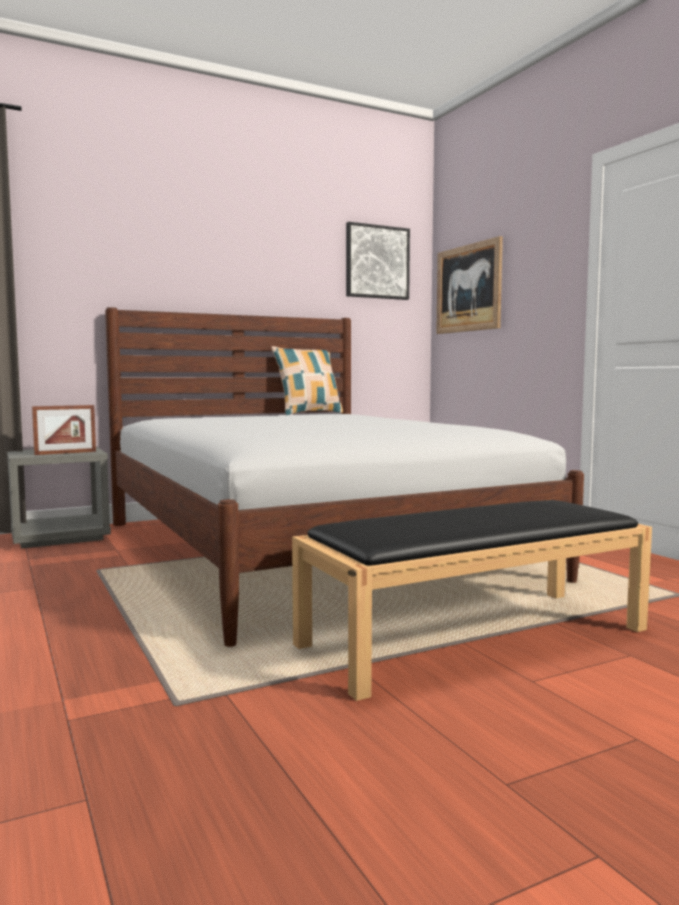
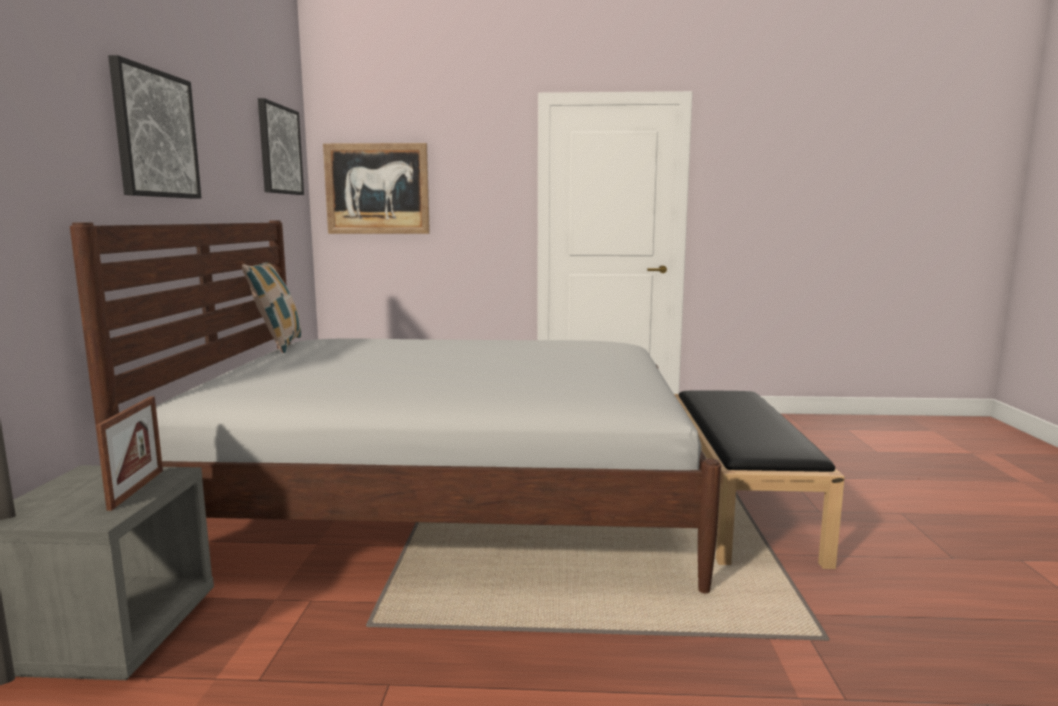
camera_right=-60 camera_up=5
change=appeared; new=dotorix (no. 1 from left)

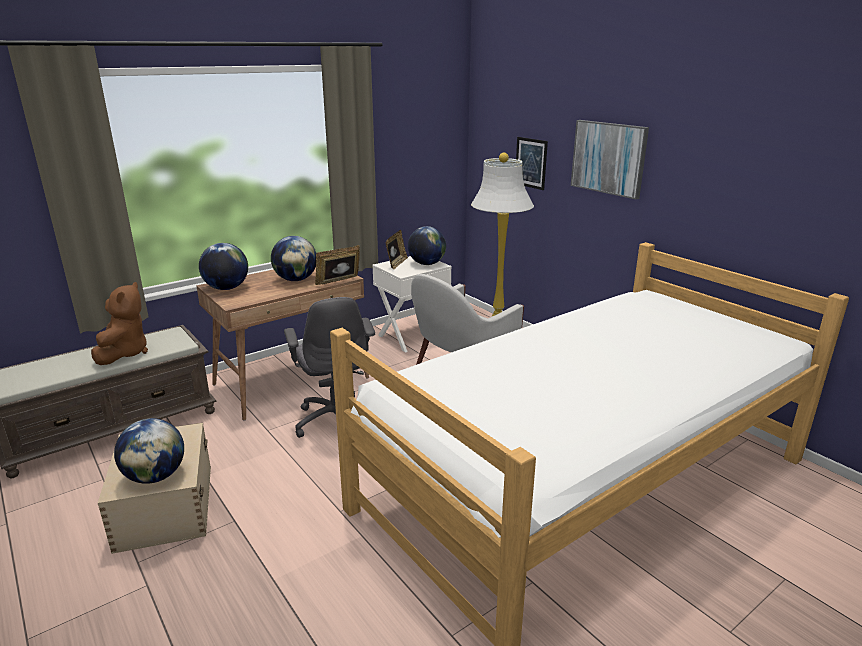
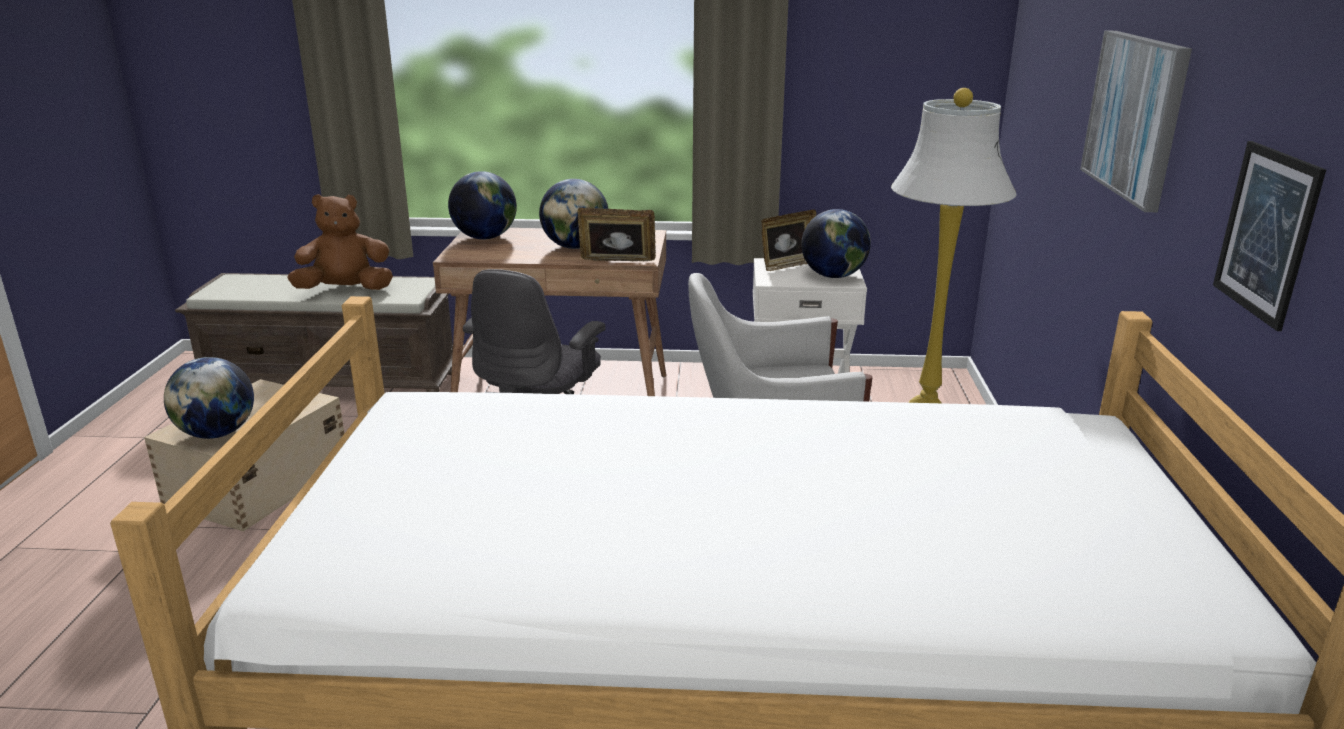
camera_right=40 camera_up=0
change=spun; old=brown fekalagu; degrees=-150
change=relocated; old=dotorix (no. 1 from left in the first image); new=dotorix (no. 2 from left)

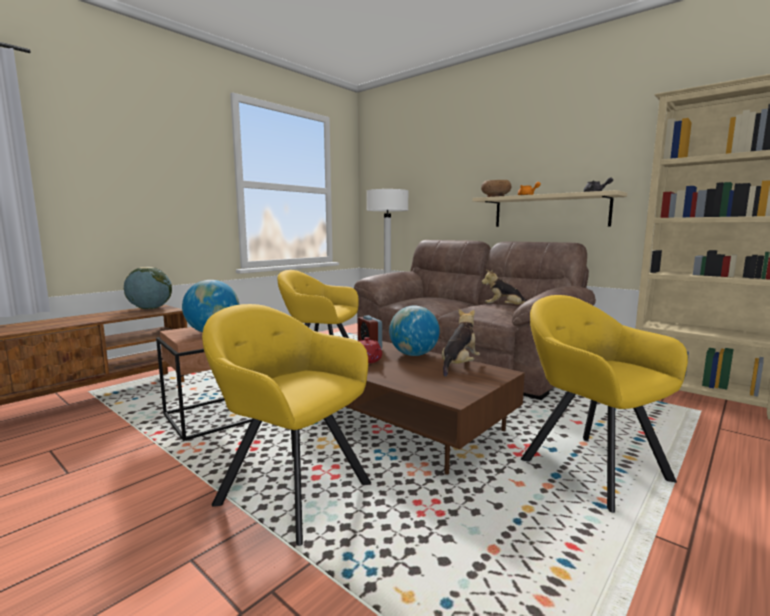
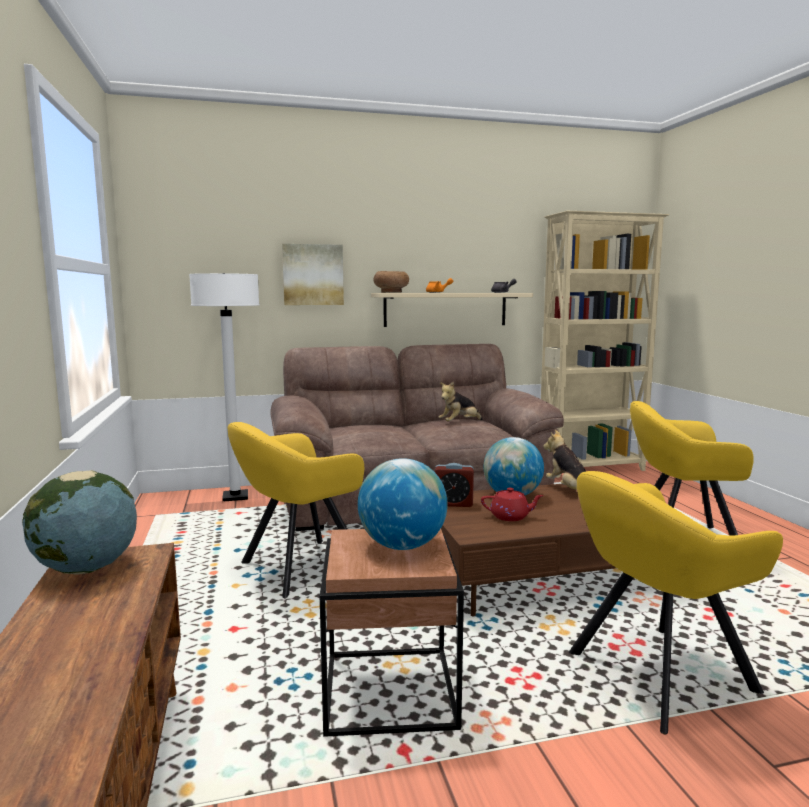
camera_right=-55 camera_up=0
change=appeared; new=dotorix

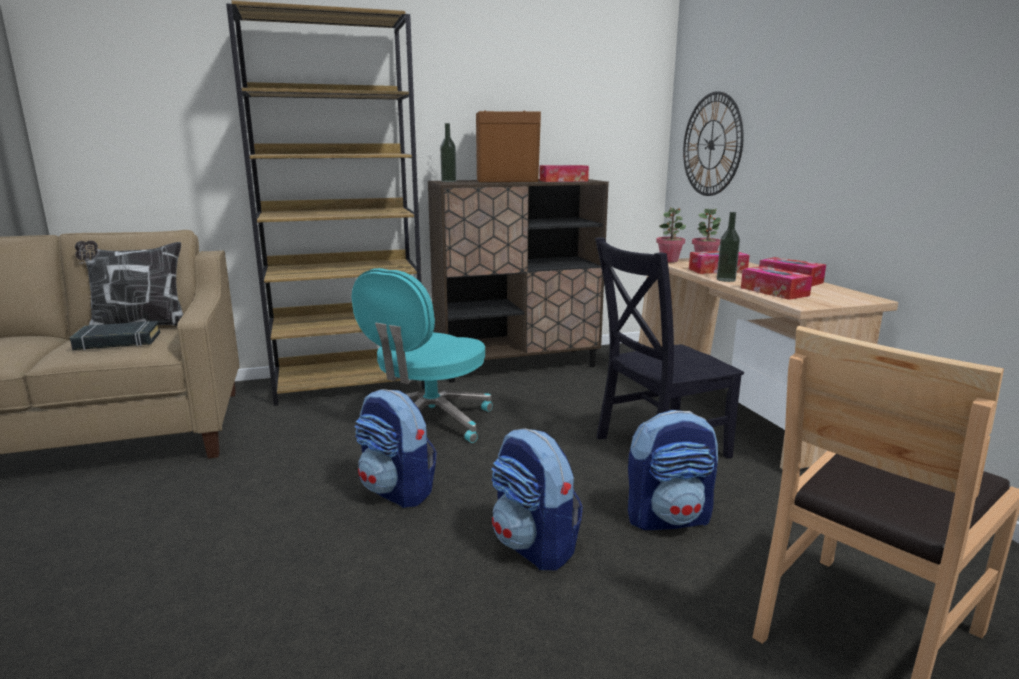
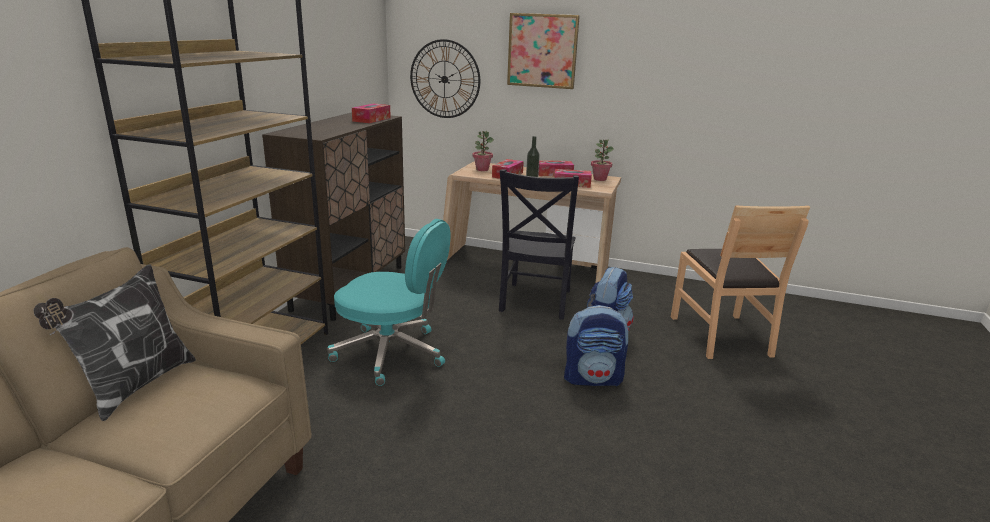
camera_right=-55 camera_up=5
change=spun; old=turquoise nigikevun; degrees=-45
change=appeared; new=dotorix
change=relocated; old=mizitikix (no. 1 from left in the first image); new=mizitikix (no. 2 from left)
change=missing; old=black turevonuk
change=missing; old=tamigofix (no. 1 from left)
change=missing; old=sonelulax (no. 1 from left)
change=missing; old=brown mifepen

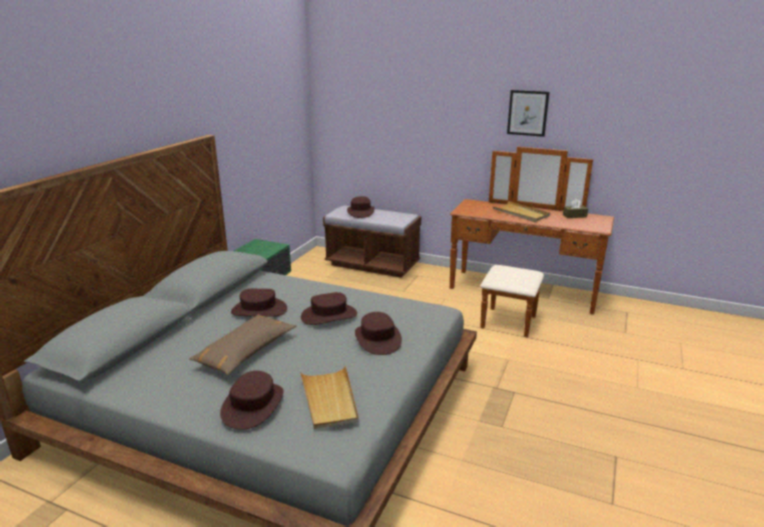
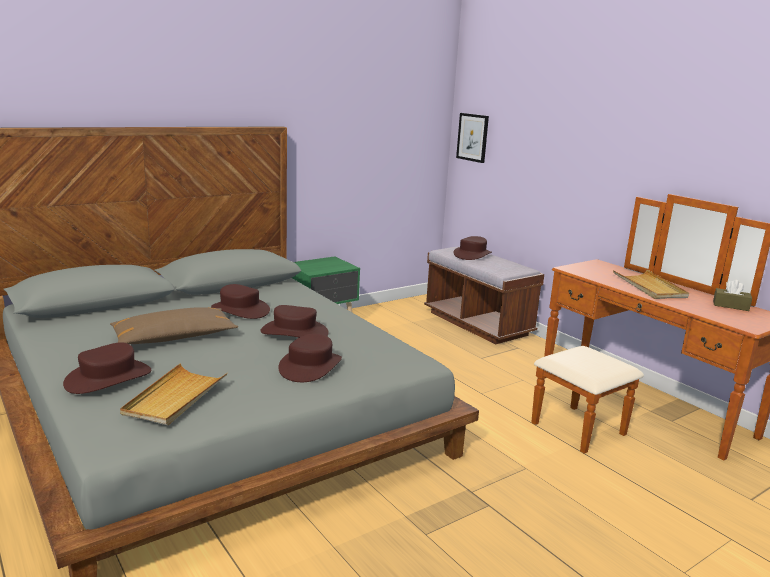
camera_right=30 camera_up=-5
change=relocated; old=dotorix

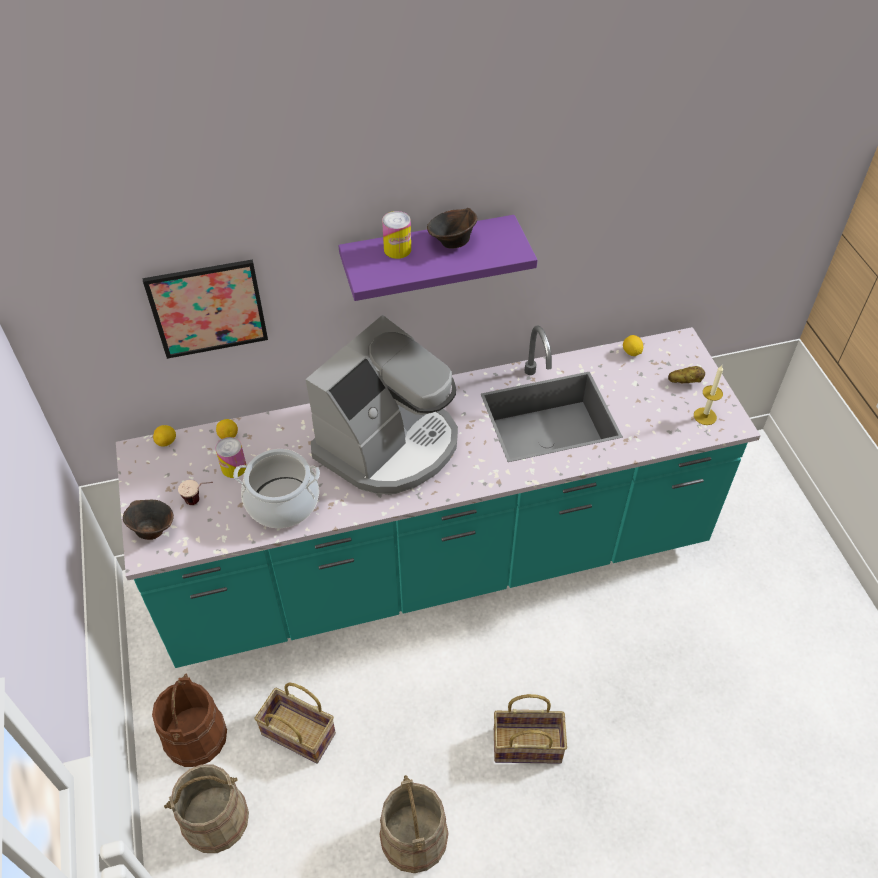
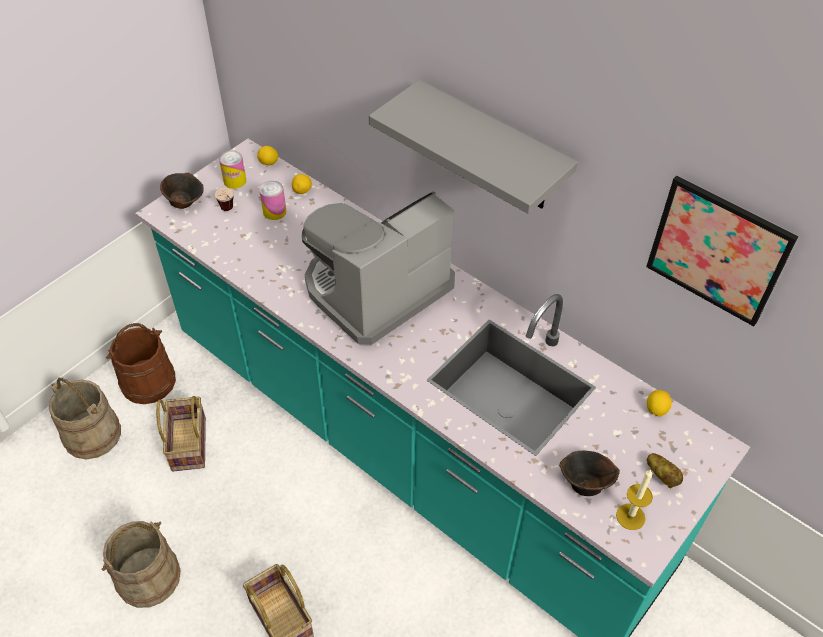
camera_right=55 camera_up=0
change=relocated; old=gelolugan (no. 2 from left in the first image); new=gelolugan (no. 1 from left)
change=spun; old=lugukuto; degrees=135
change=colour; old=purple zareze; new=grey zareze
change=relocated; old=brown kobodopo (no. 2 from left)
change=relocated; old=dotorix
change=missing; old=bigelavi

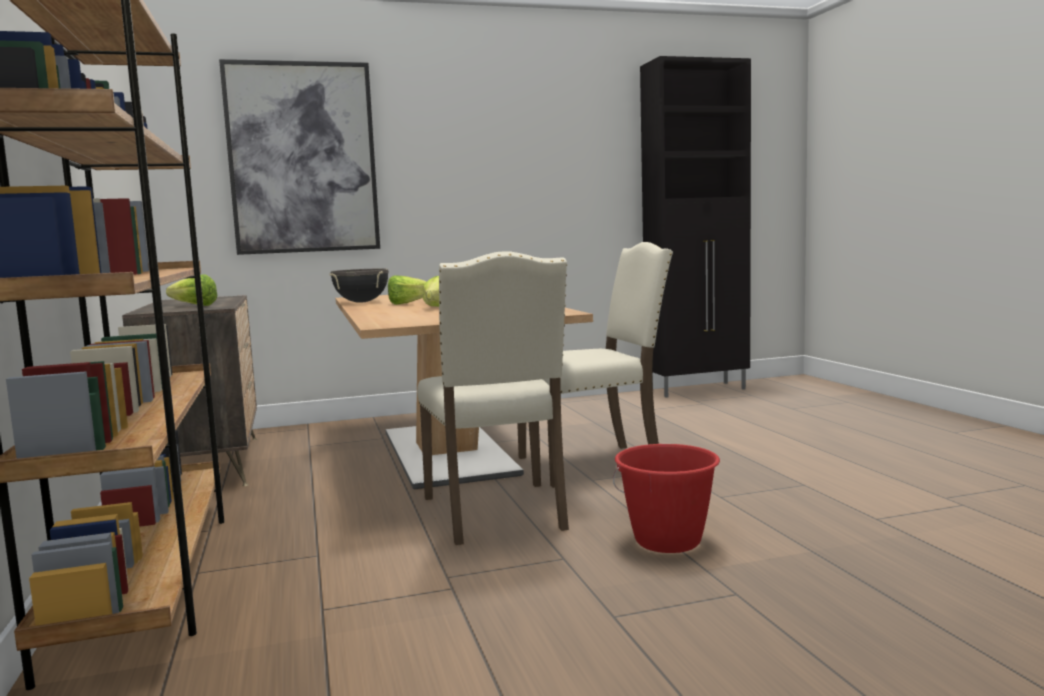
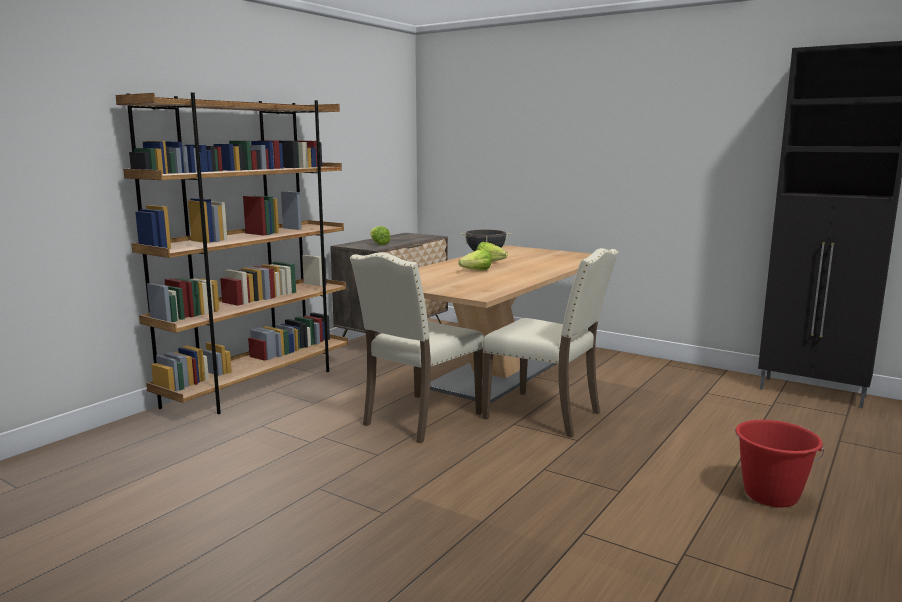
camera_right=50 camera_up=5
change=relocated; old=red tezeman
change=missing; old=dotorix

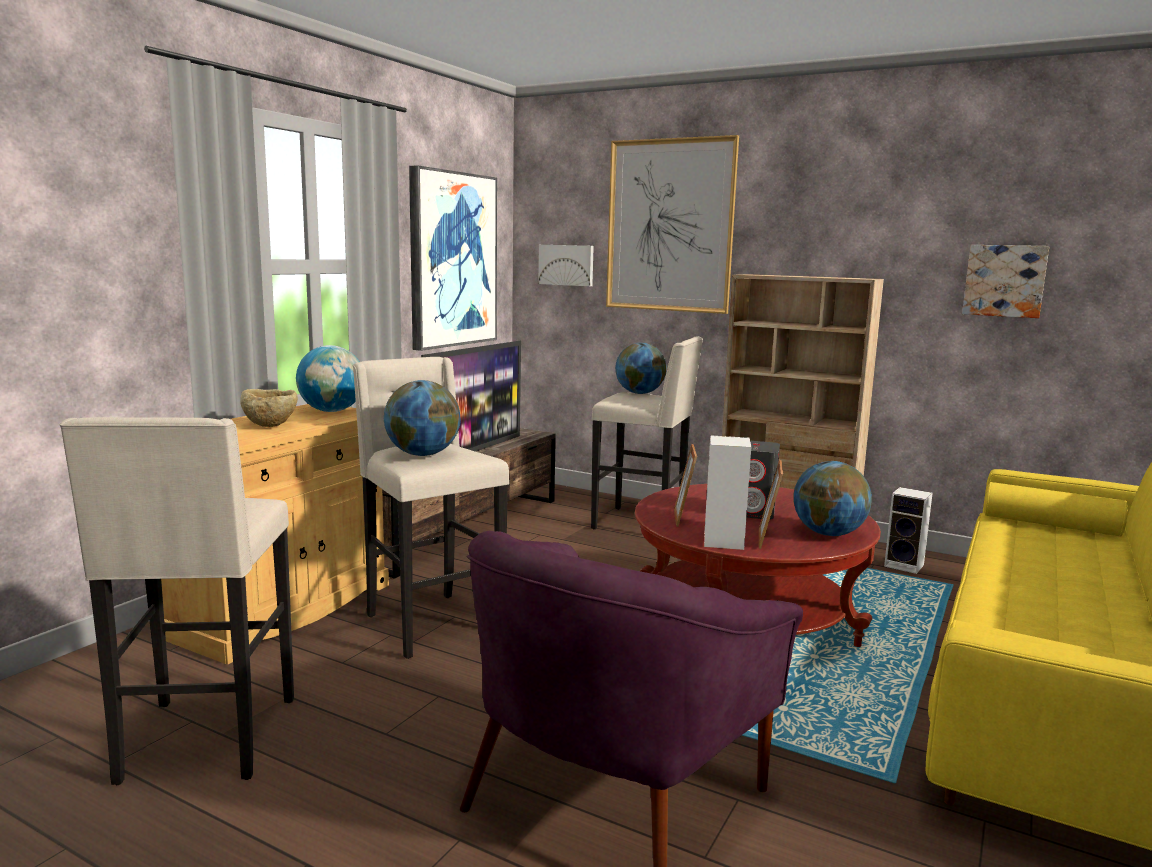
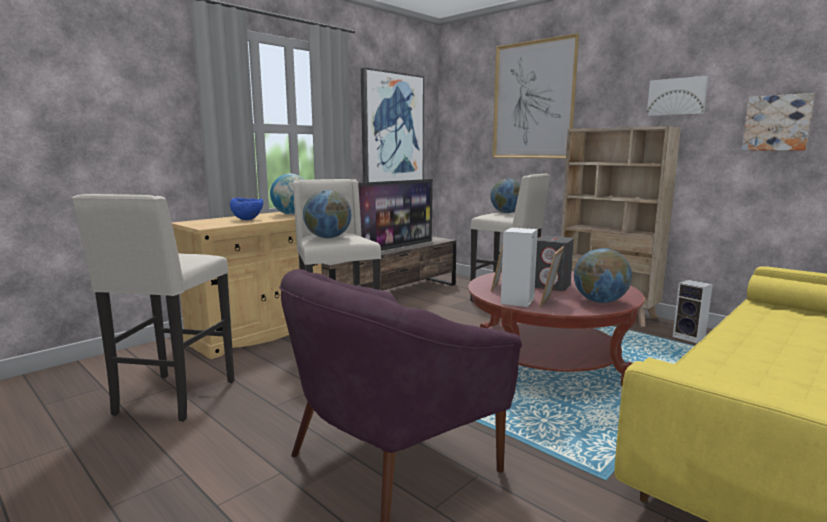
camera_right=15 camera_up=0
change=colour; old=beige kobodopo; new=blue kobodopo
change=relocated; old=dotorix (no. 2 from left in the first image); new=dotorix (no. 3 from left)

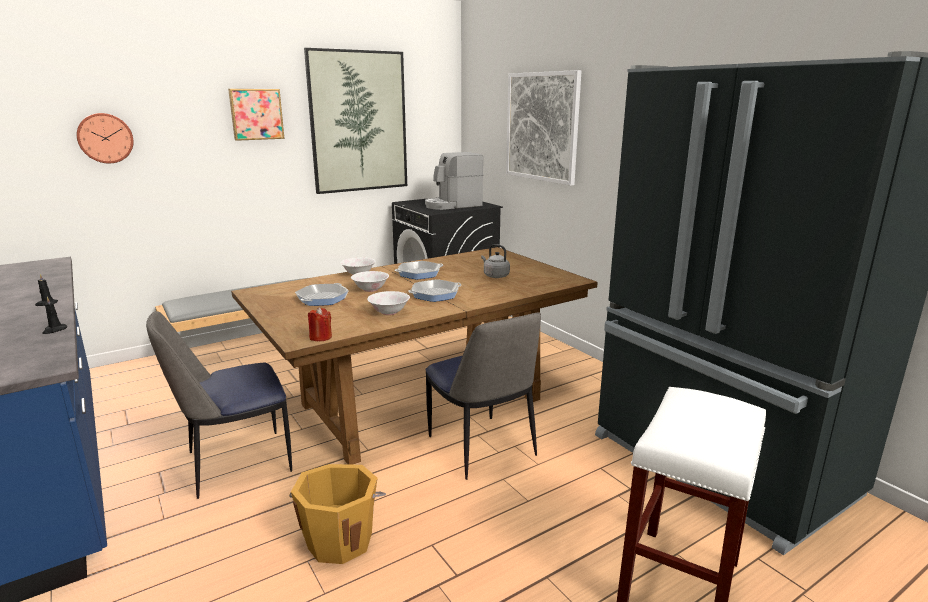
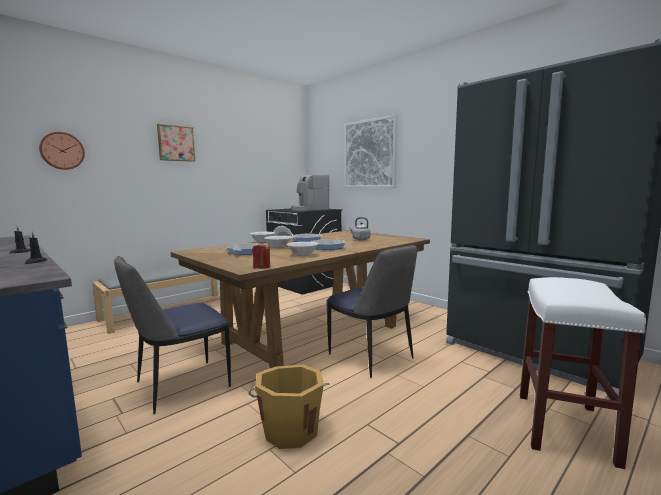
camera_right=-10 camera_up=-10
change=missing; old=dotorix (no. 2 from left)

